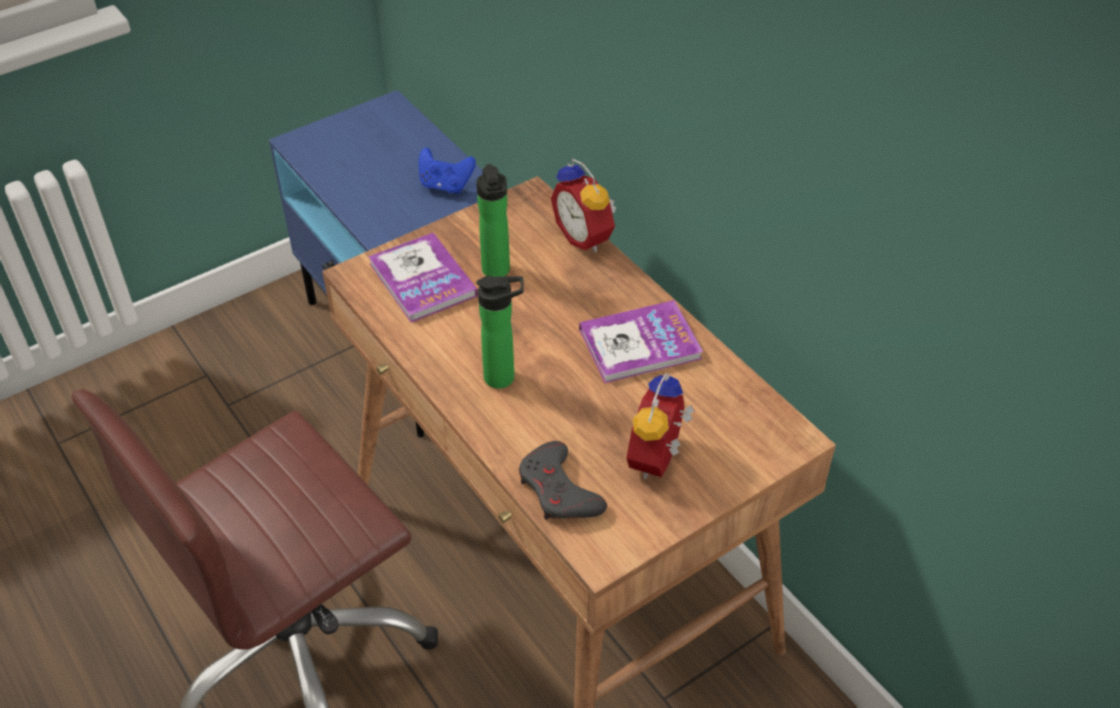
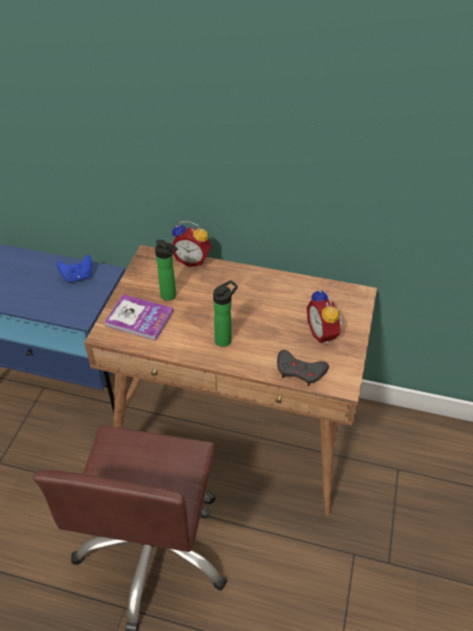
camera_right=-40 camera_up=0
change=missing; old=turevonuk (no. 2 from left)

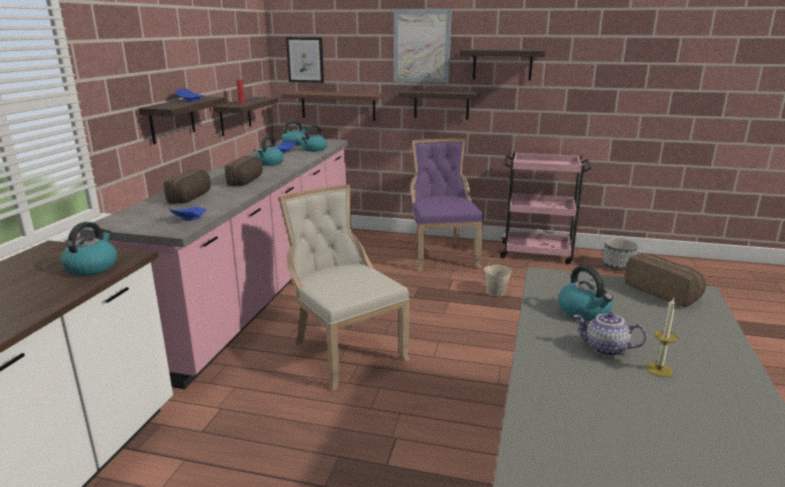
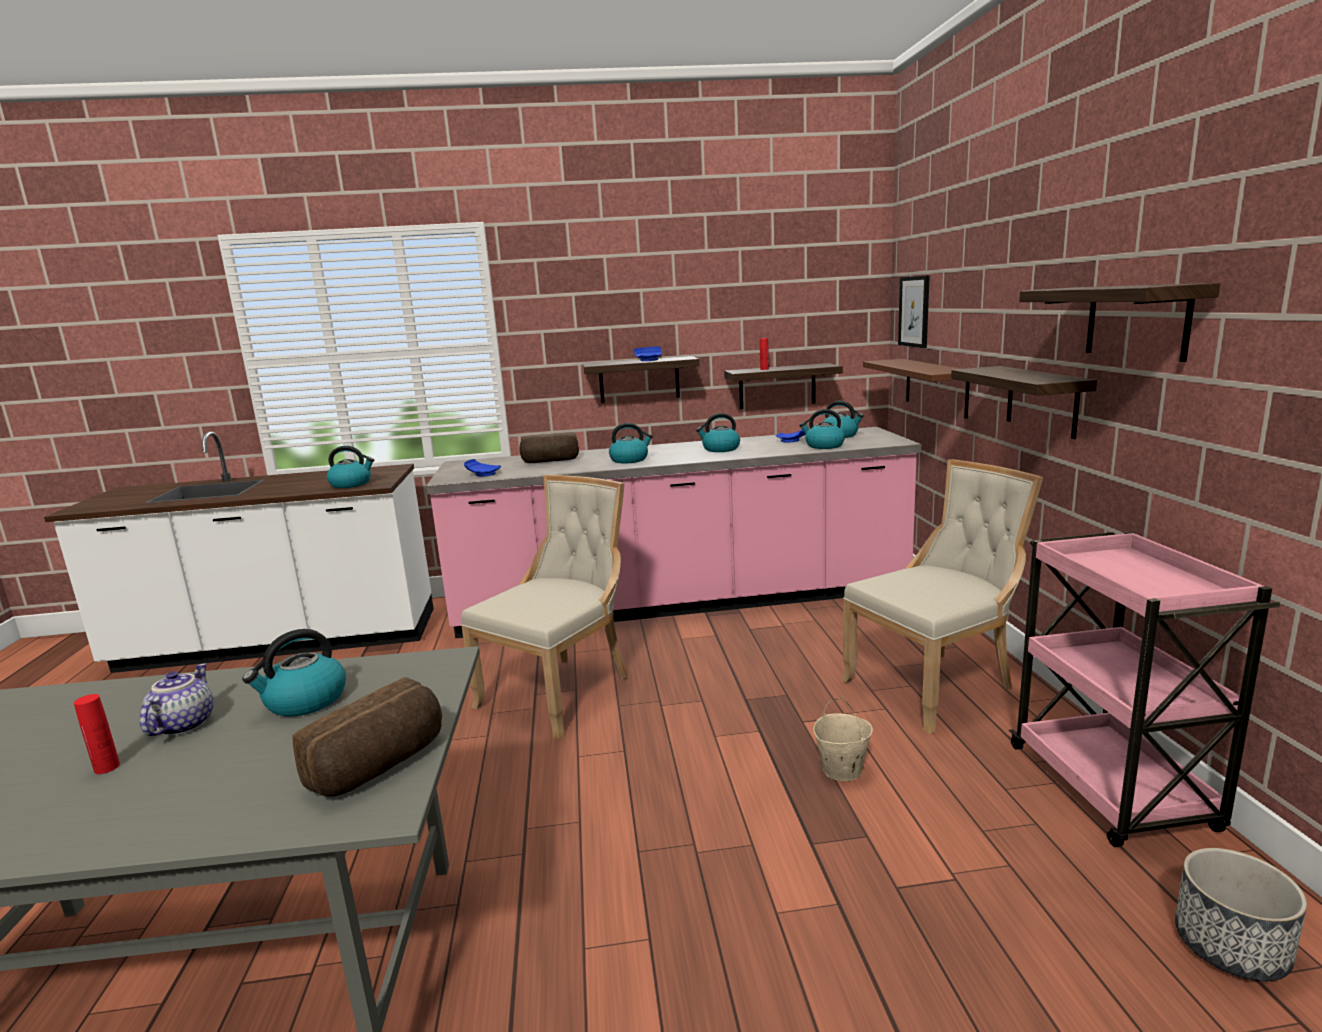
camera_right=70 camera_up=-5
change=exchanged; old=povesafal; new=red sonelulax (no. 1 from left)
change=exchanged; old=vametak (no. 2 from left); new=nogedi (no. 3 from left)
change=colour; old=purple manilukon; new=beige manilukon (no. 2 from left)
change=missing; old=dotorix (no. 2 from left)

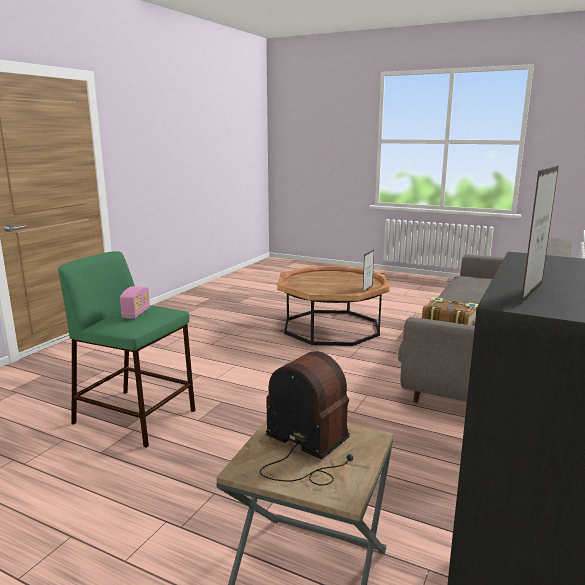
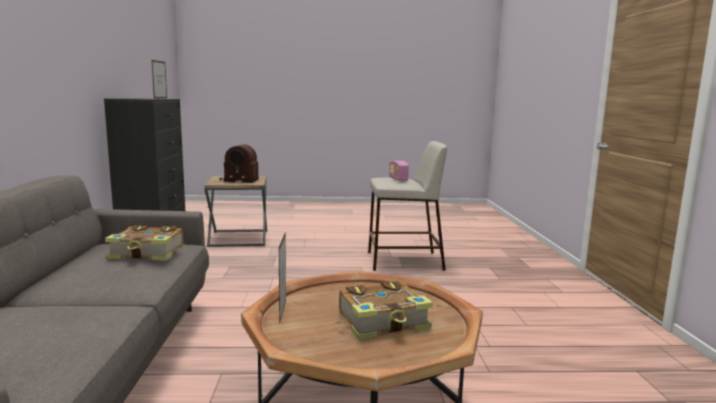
camera_right=150 camera_up=-5
change=appeared; new=turevonuk (no. 2 from left)
change=colour; old=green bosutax; new=beige bosutax

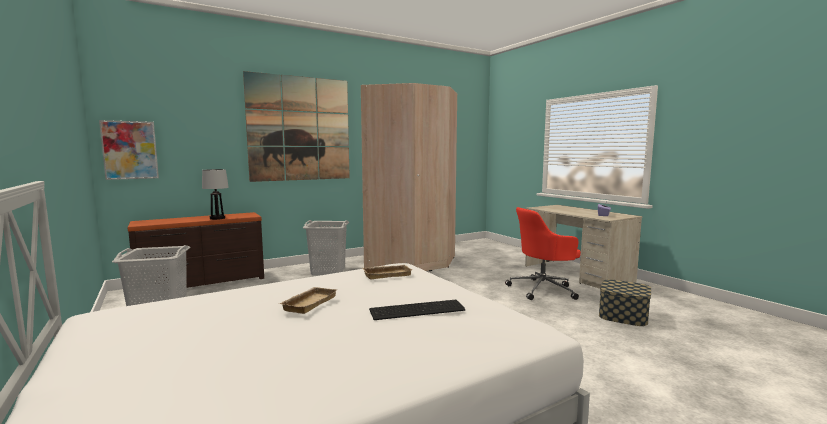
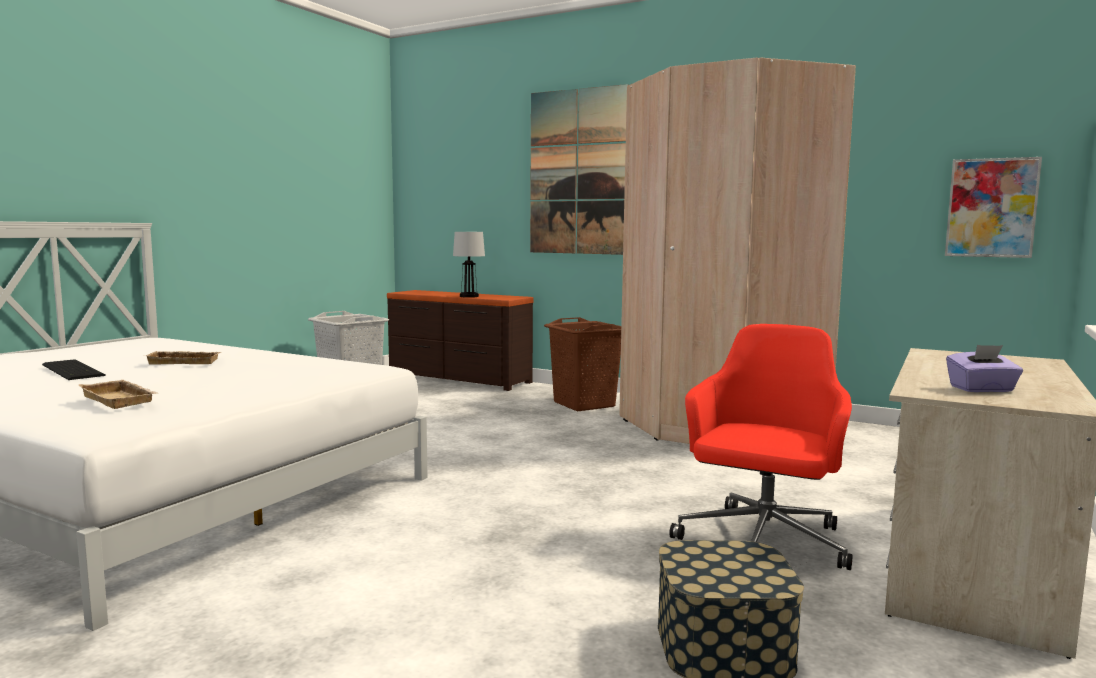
camera_right=60 camera_up=0
change=relocated; old=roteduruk
change=relocated; old=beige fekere (no. 2 from left in the first image); new=beige fekere (no. 1 from left)
change=colour; old=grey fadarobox (no. 2 from left); new=brown fadarobox
change=spun; old=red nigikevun; degrees=75
change=relocated; old=dotorix (no. 1 from left in the first image); new=dotorix (no. 2 from left)

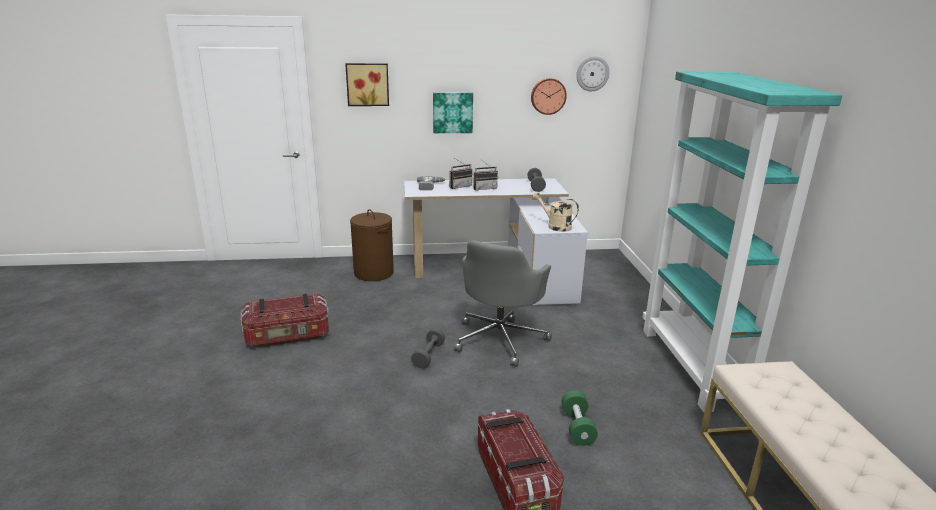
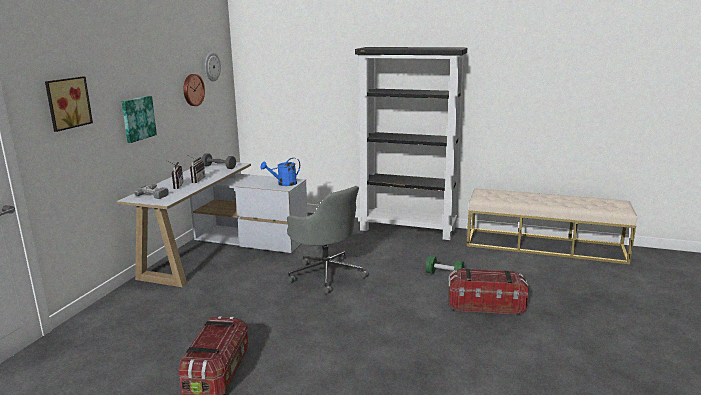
camera_right=-65 camera_up=-5
change=colour; old=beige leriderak; new=blue leriderak
change=colour; old=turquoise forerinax; new=black forerinax
change=missing; old=brown fadarobox
change=missing; old=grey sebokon (no. 1 from left)

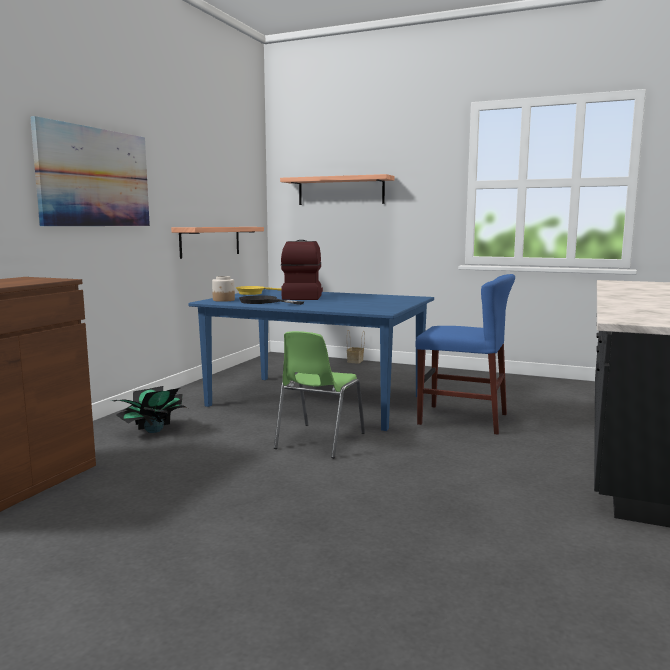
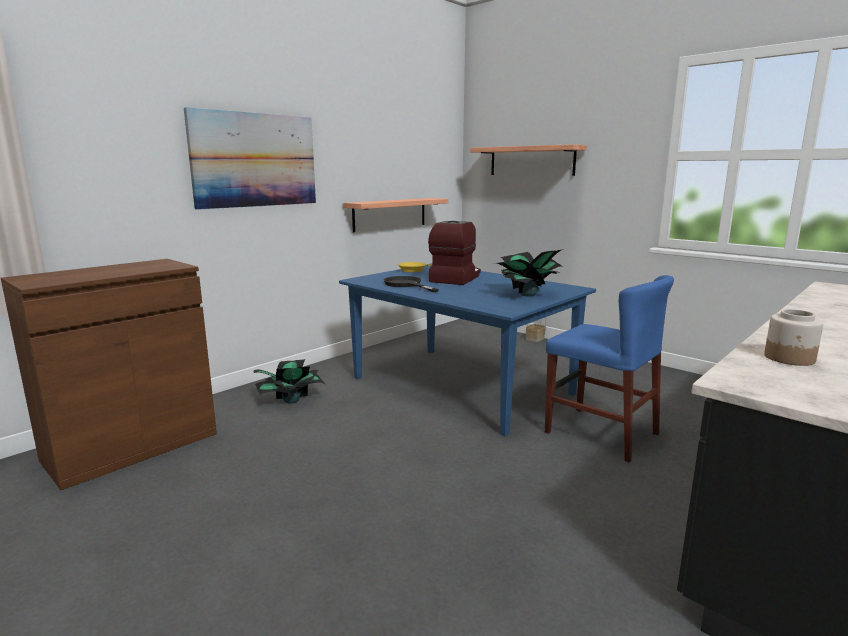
camera_right=20 camera_up=5
change=appeared; new=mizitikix (no. 2 from left)
change=relocated; old=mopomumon
change=missing; old=green manilukon

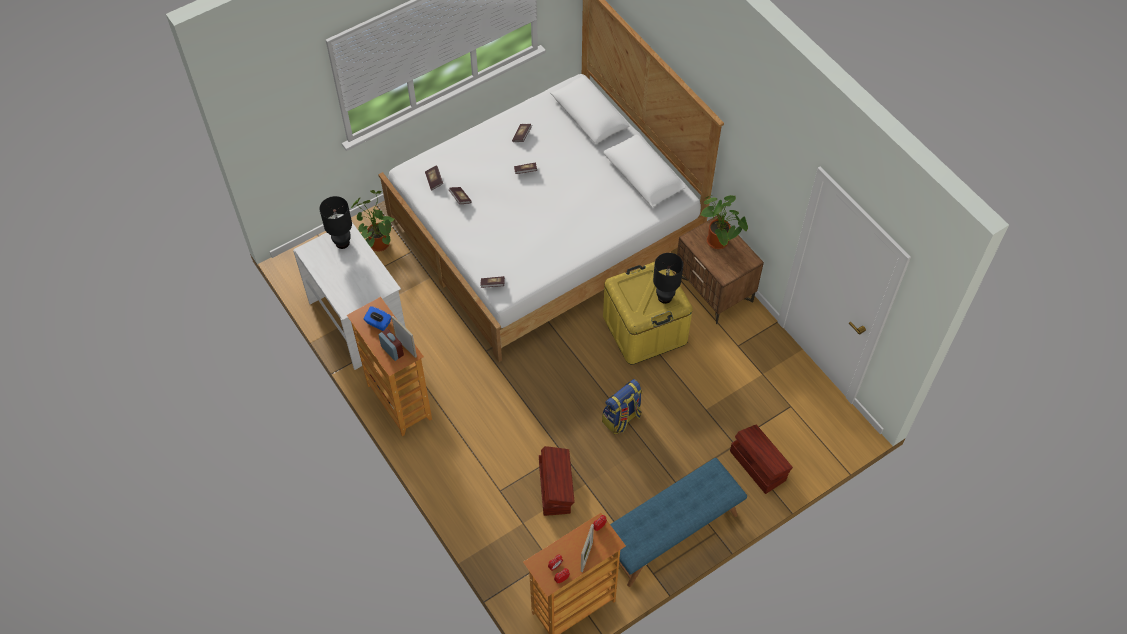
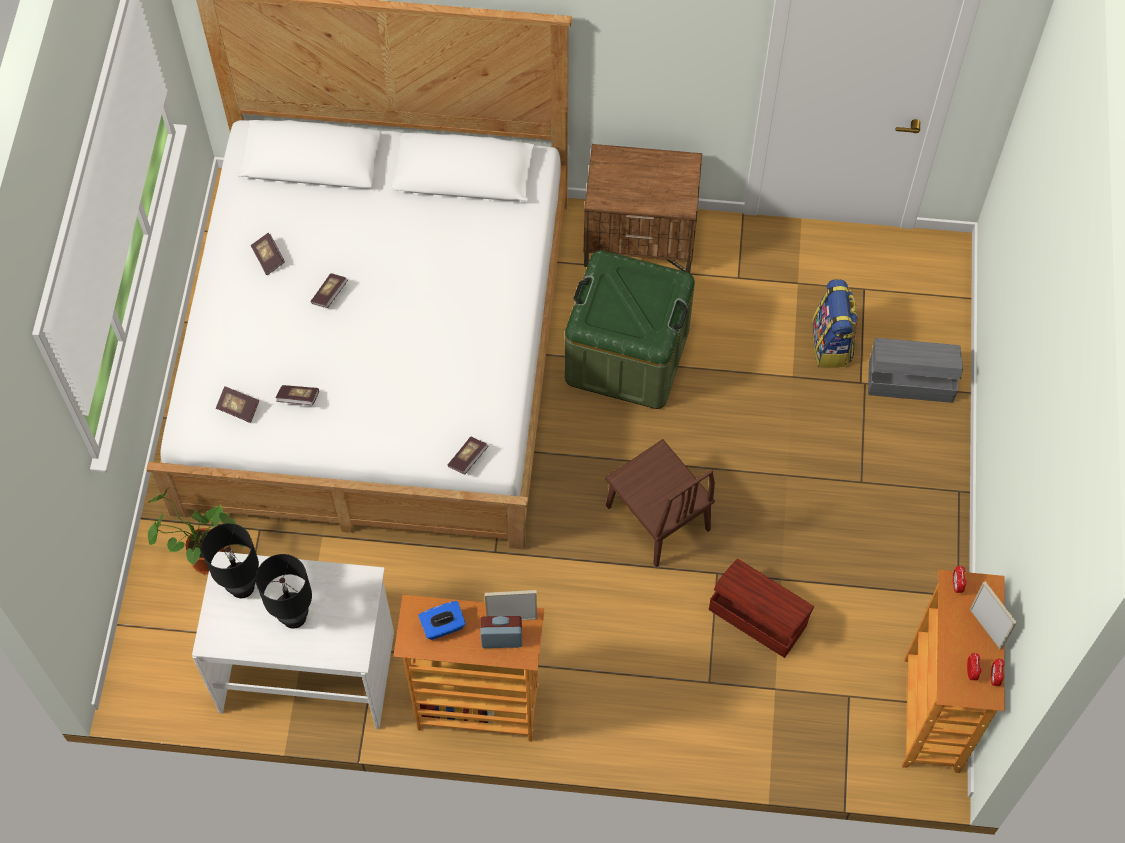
camera_right=-50 camera_up=5
change=relocated; old=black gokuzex (no. 2 from left)
change=colour; old=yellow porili; new=green porili
change=appeared; new=brown manilukon
change=relocated; old=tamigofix
change=colour; old=brown porili (no. 2 from left); new=grey porili
change=missing; old=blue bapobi
change=missing; old=mizitikix (no. 2 from left)

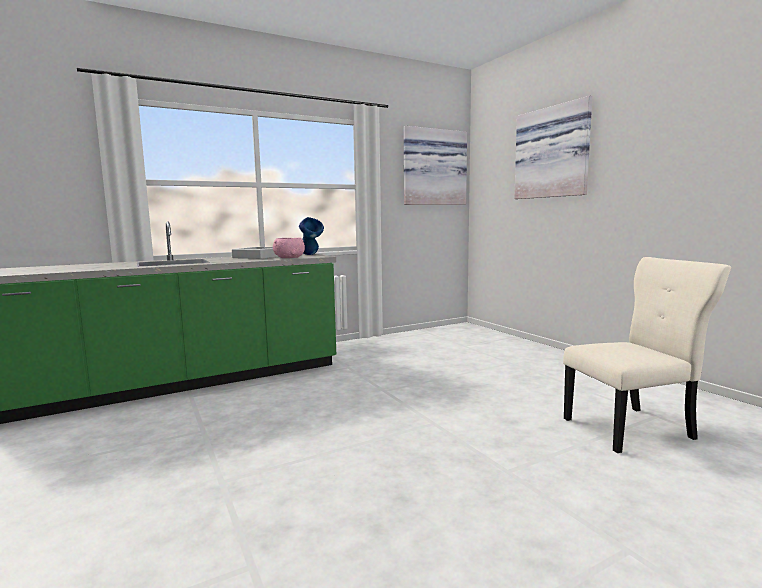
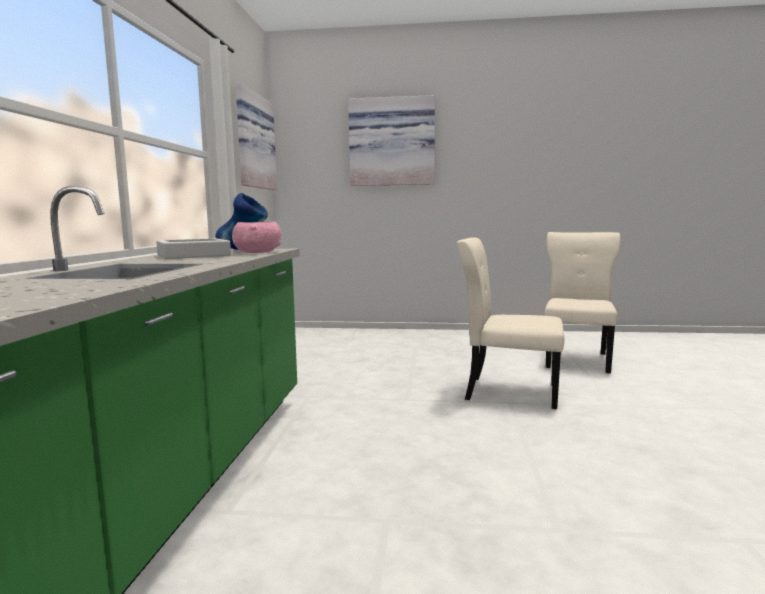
camera_right=-55 camera_up=0
change=appeared; new=beige manilukon (no. 1 from left)

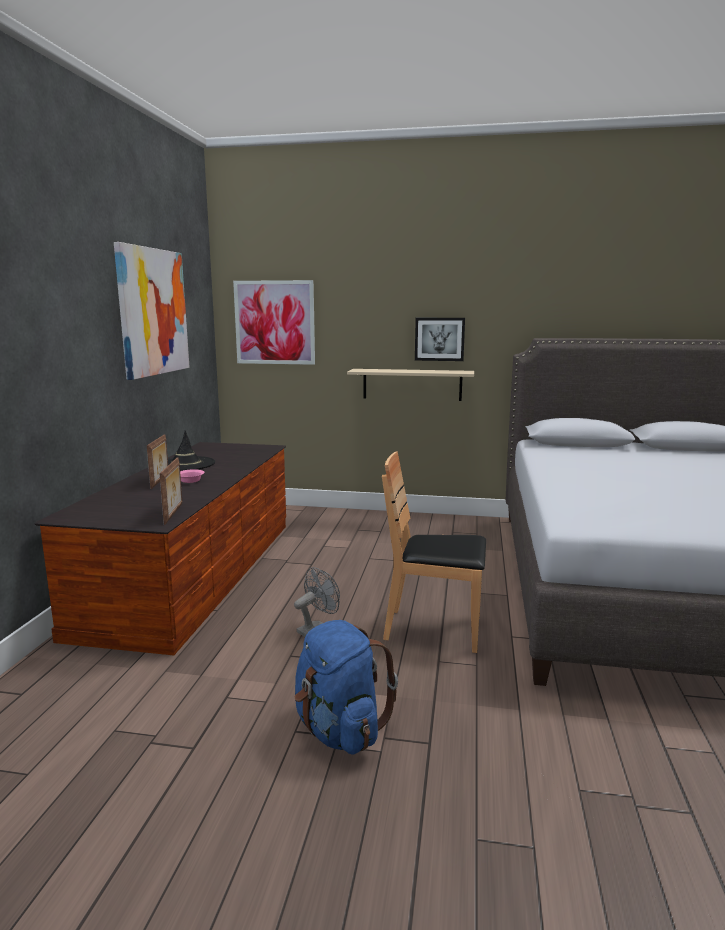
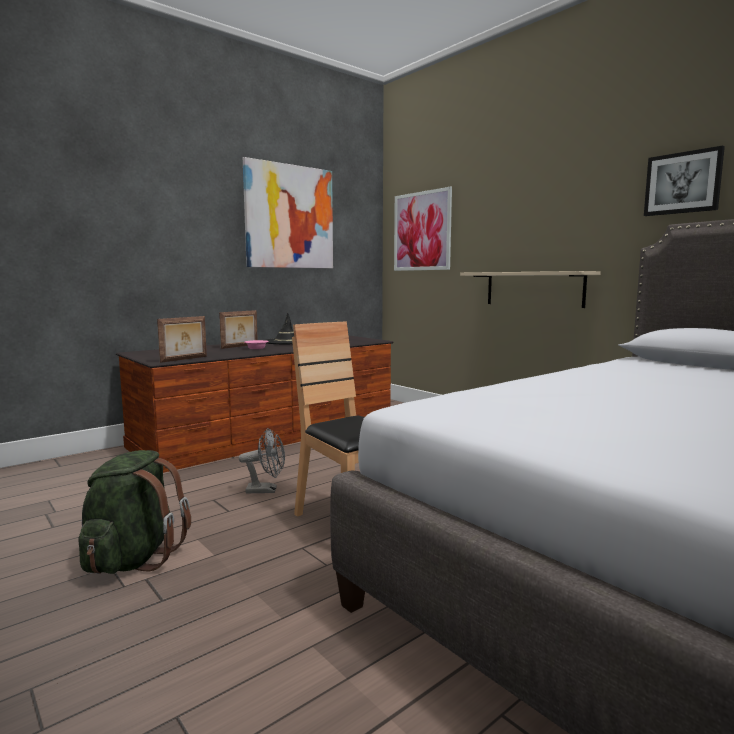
camera_right=40 camera_up=-5
change=colour; old=blue tamigofix; new=green tamigofix
change=relocated; old=dotorix (no. 3 from left)

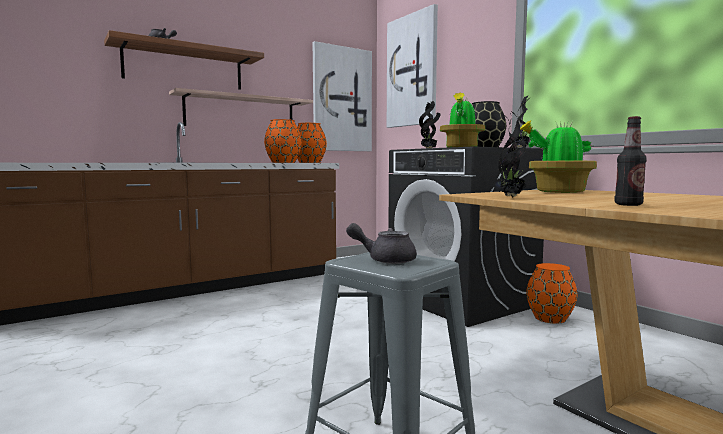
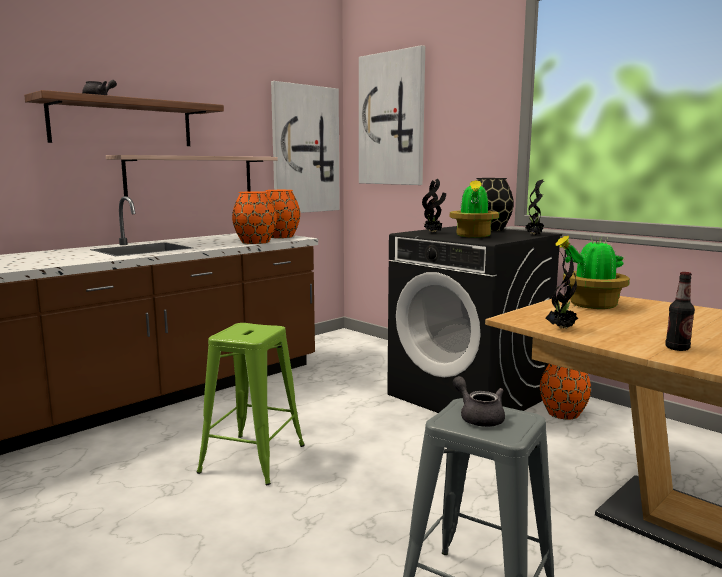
camera_right=-10 camera_up=5
change=appeared; new=green bosutax
change=spun; old=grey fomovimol (no. 2 from left); degrees=60

